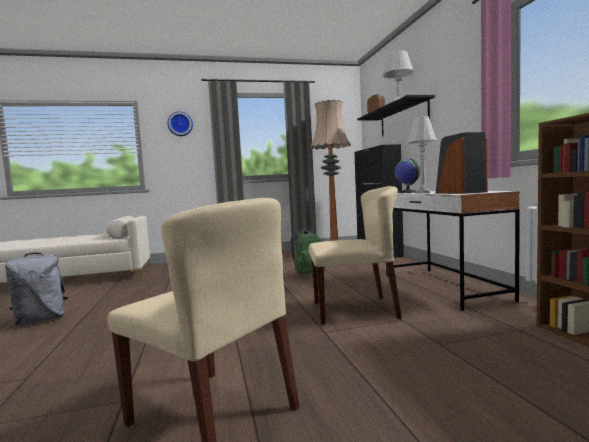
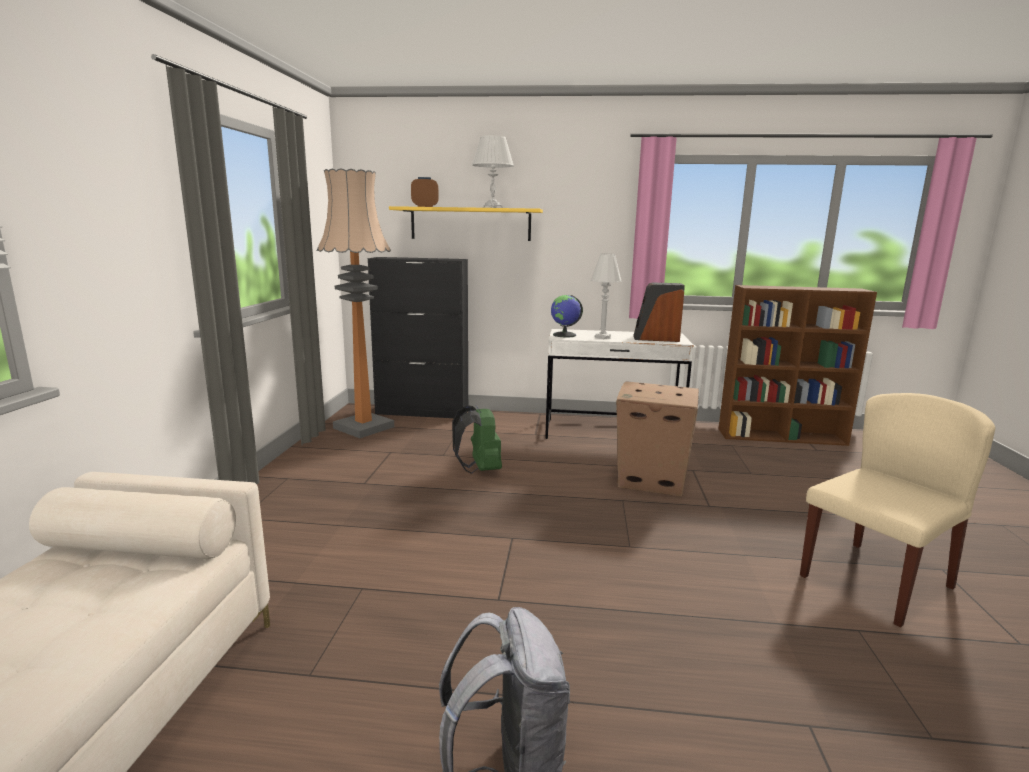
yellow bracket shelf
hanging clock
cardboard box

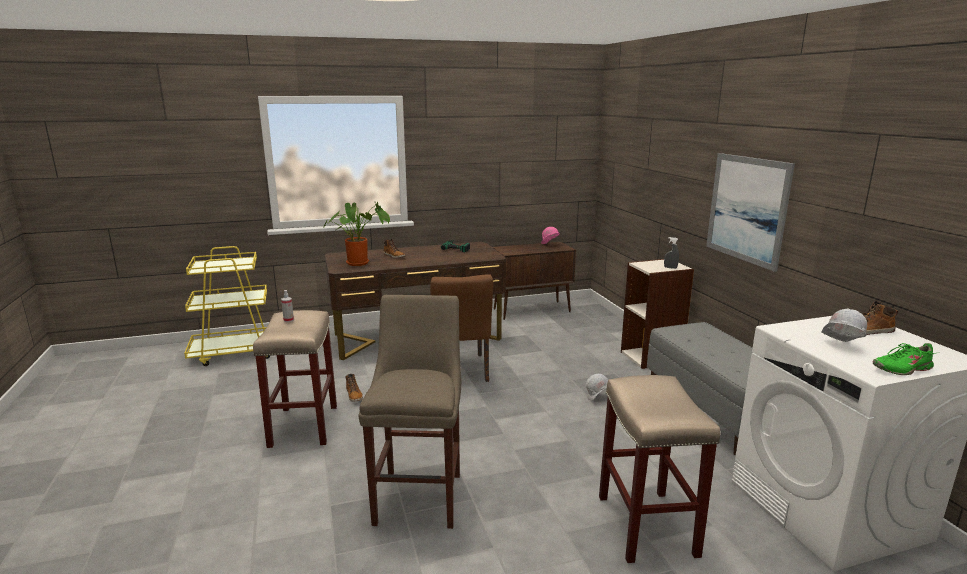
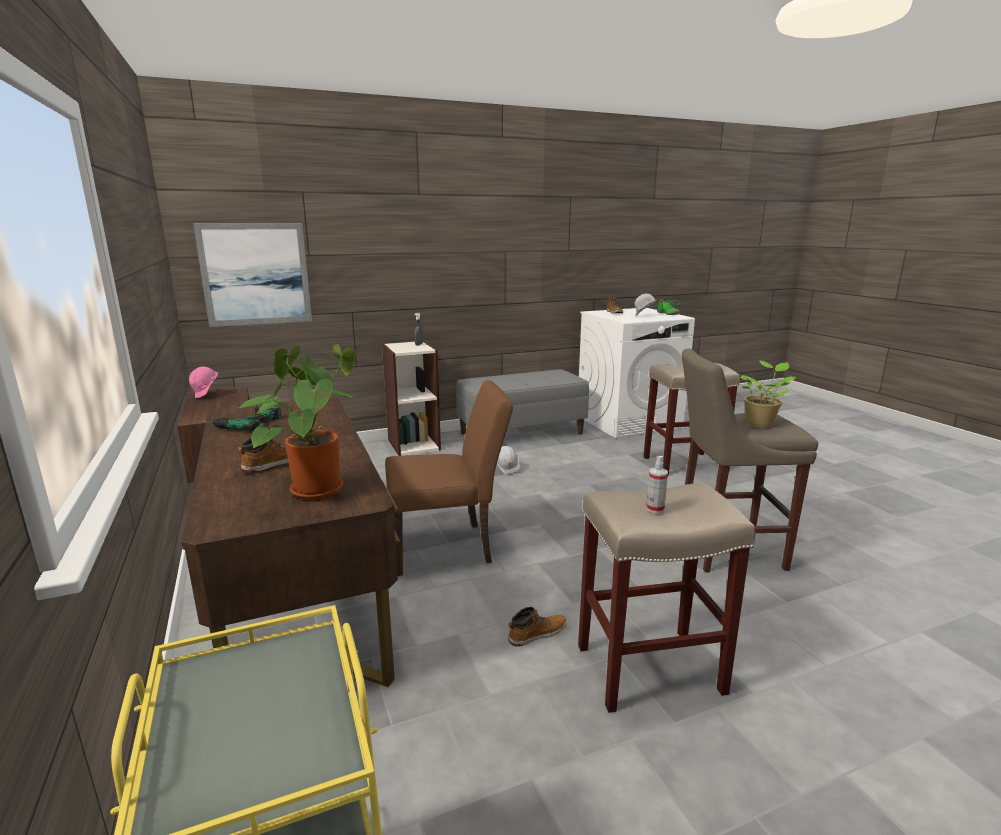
wall picture
houseplant (no. 2 from left)

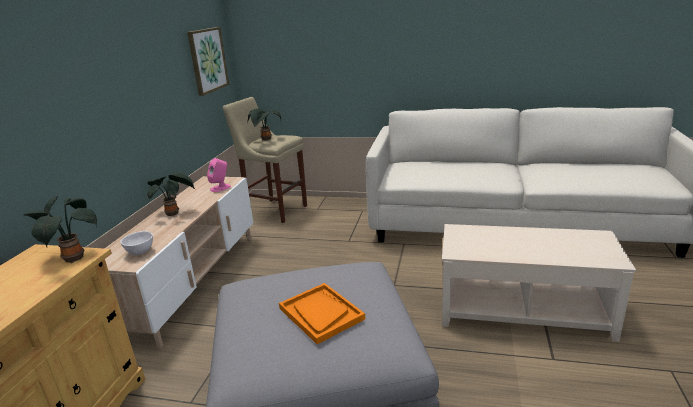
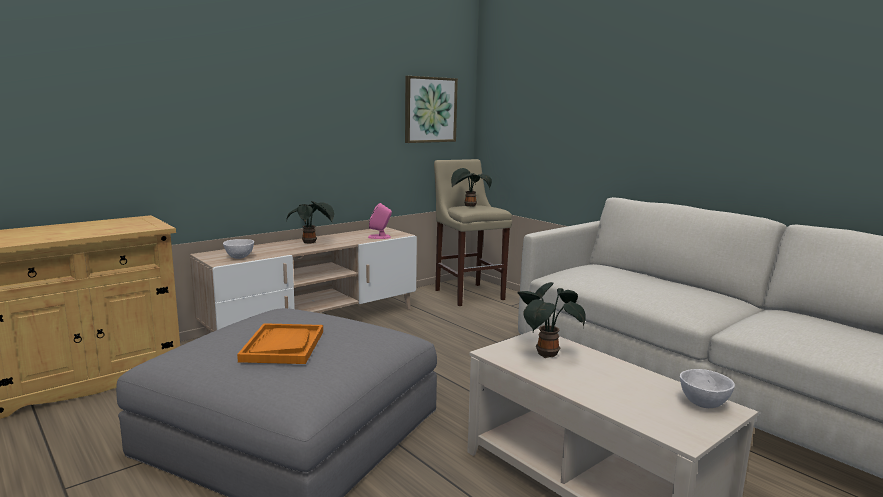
houseplant (no. 3 from left)
white-coloured deep dish (no. 2 from left)

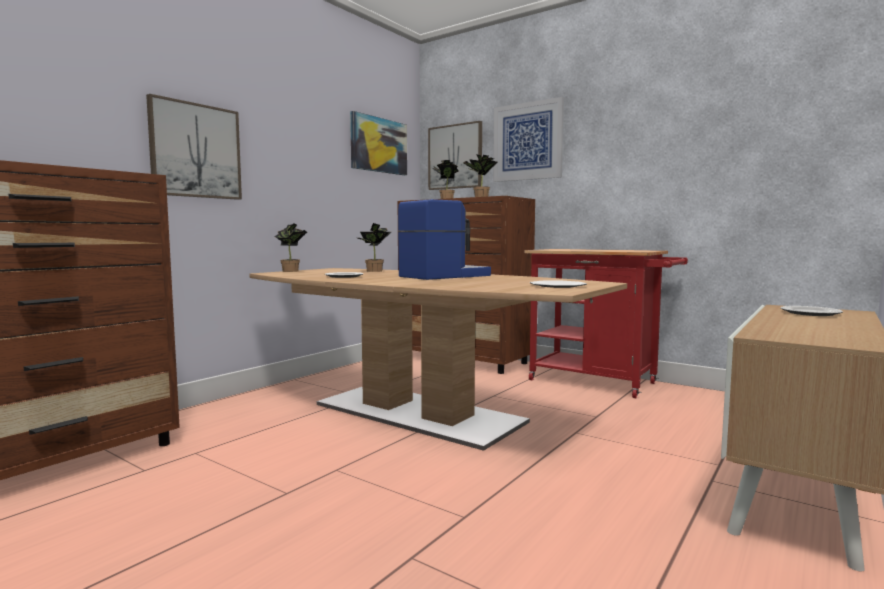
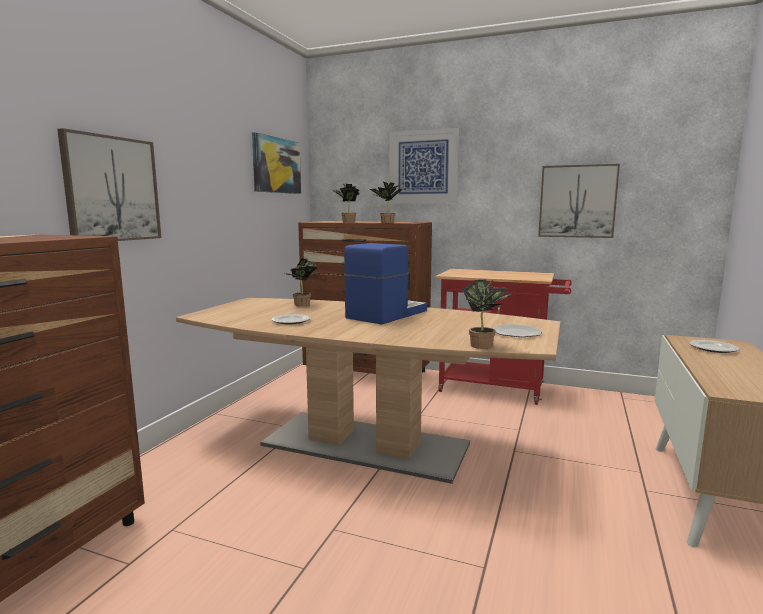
wall picture (no. 4 from left)
houseplant (no. 4 from left)

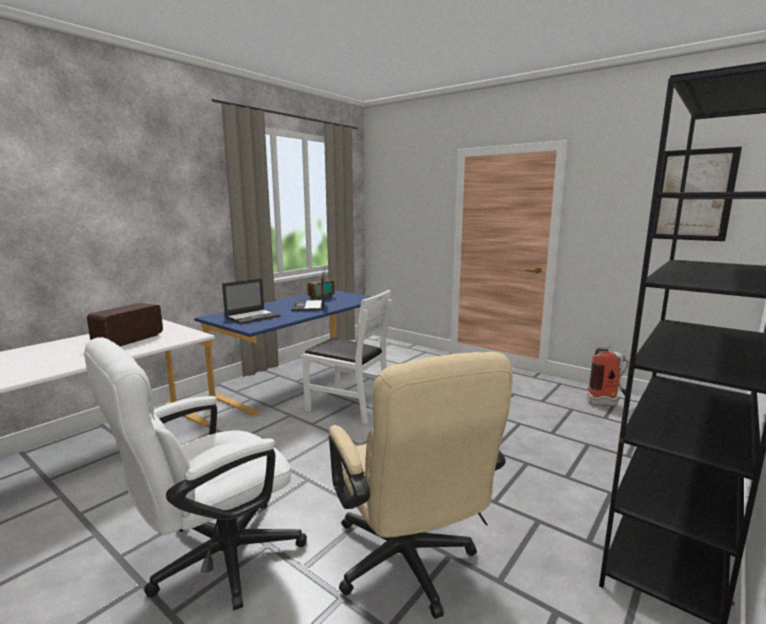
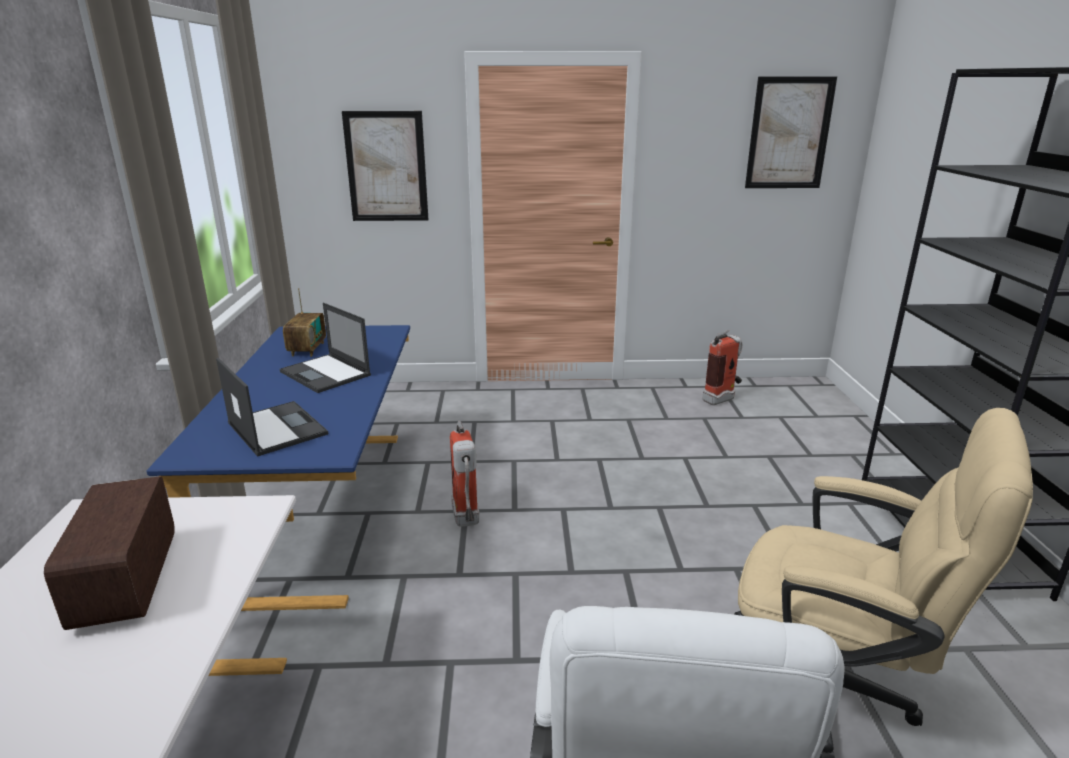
laptop (no. 1 from left)
fire extinguisher (no. 1 from left)
wall picture (no. 1 from left)

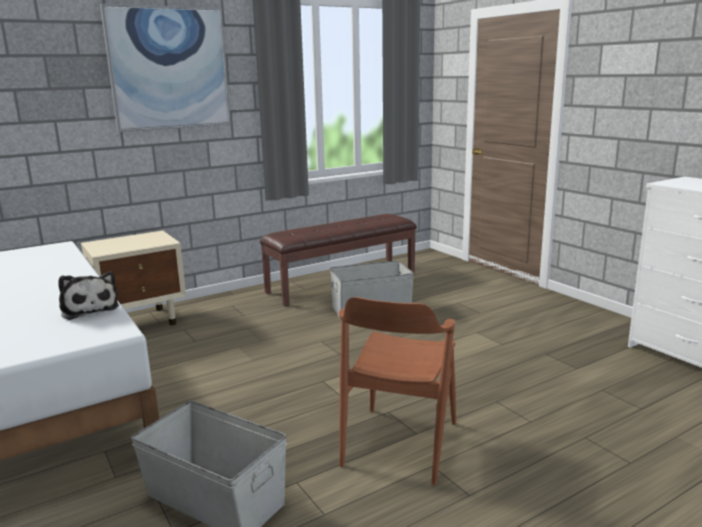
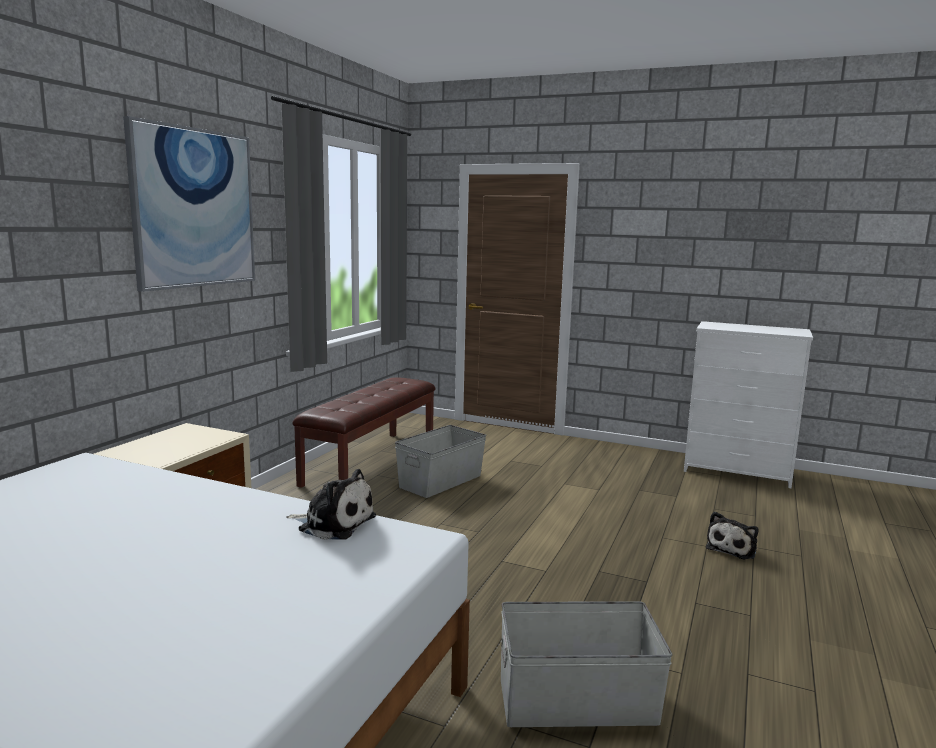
brown upright chair
cuddly toy (no. 2 from left)

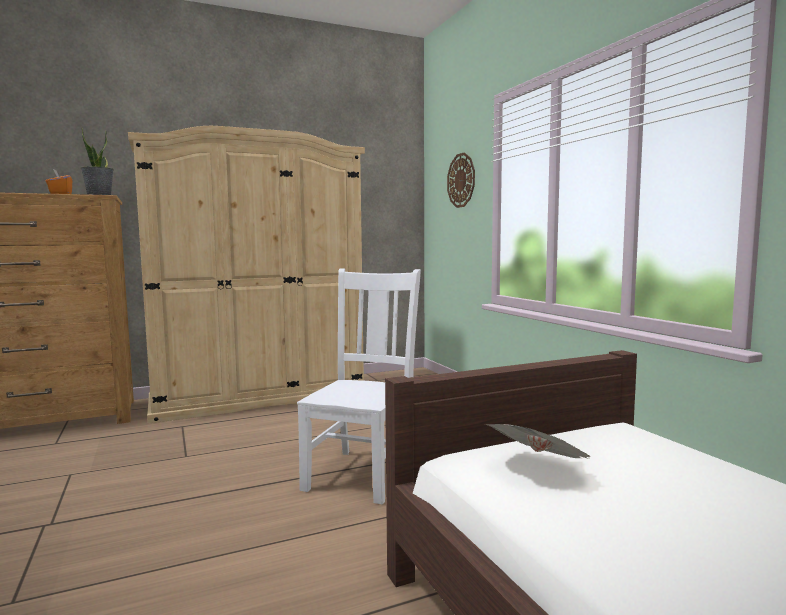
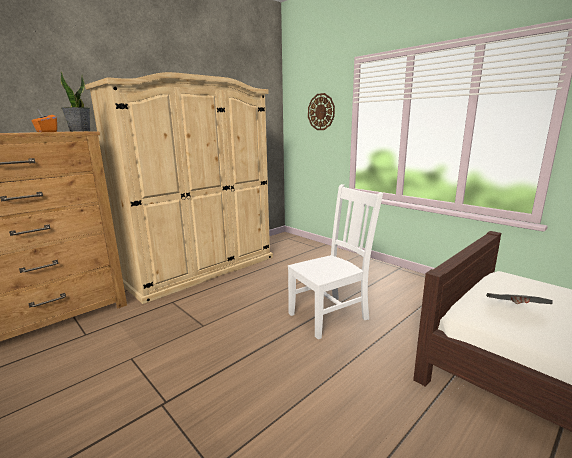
white-coloured upright chair

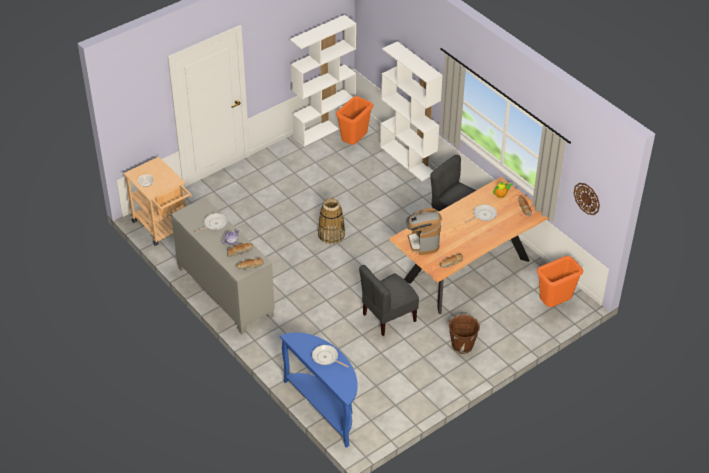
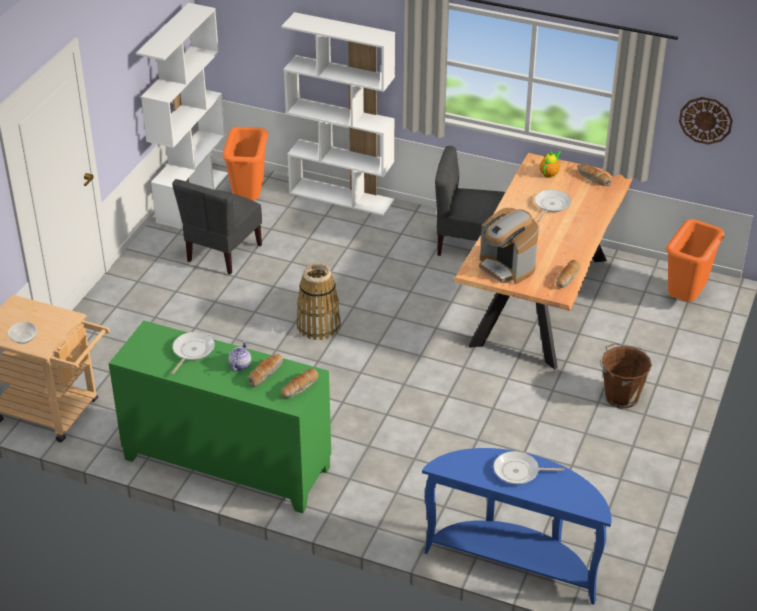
greenish storage cabinet
grey upright chair (no. 1 from left)

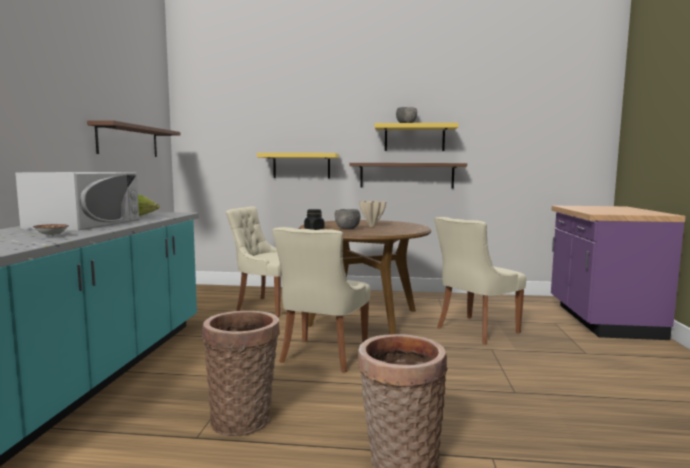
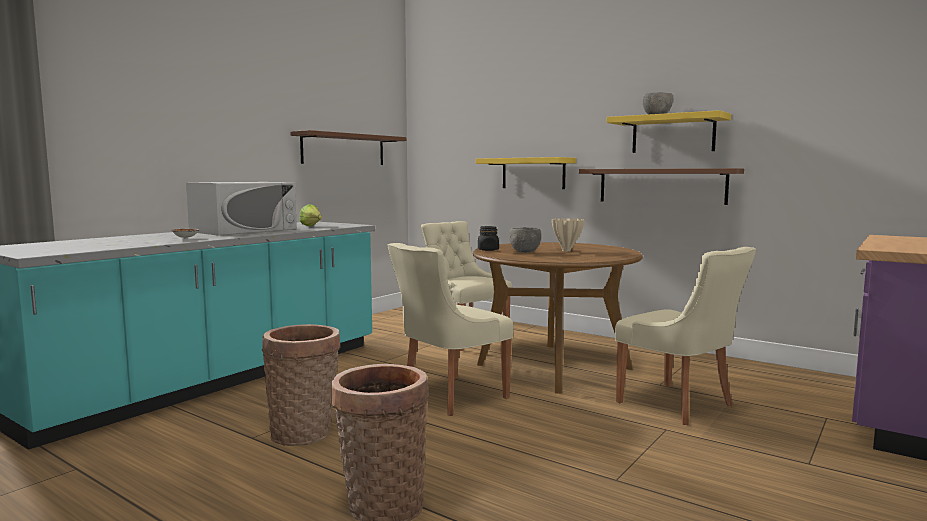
beige upright chair (no. 3 from left)

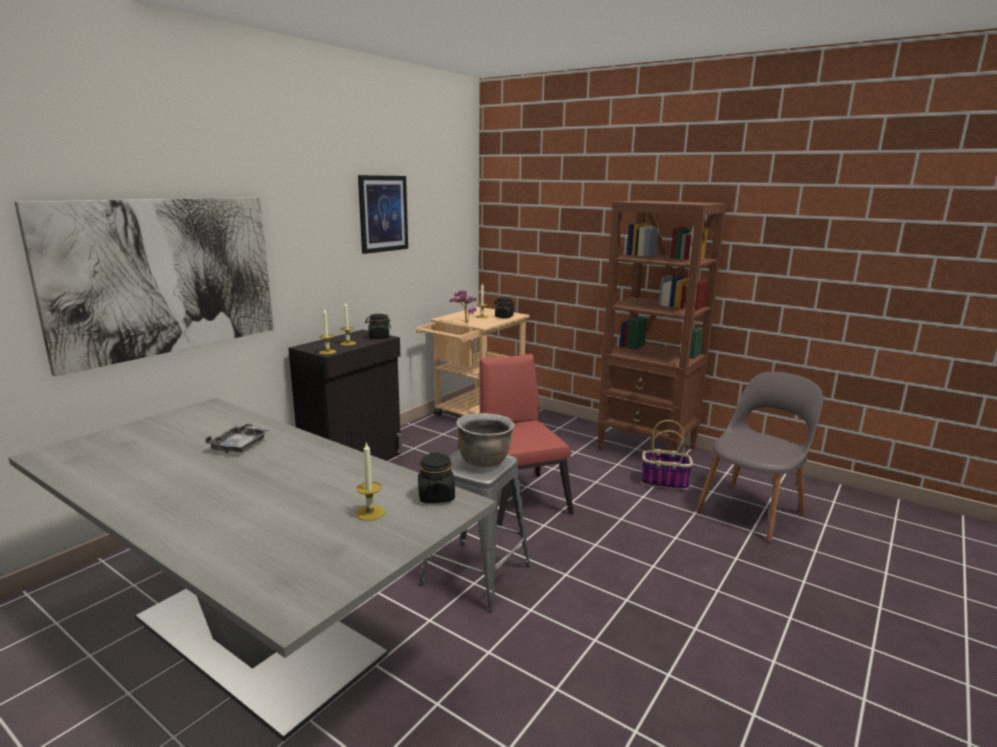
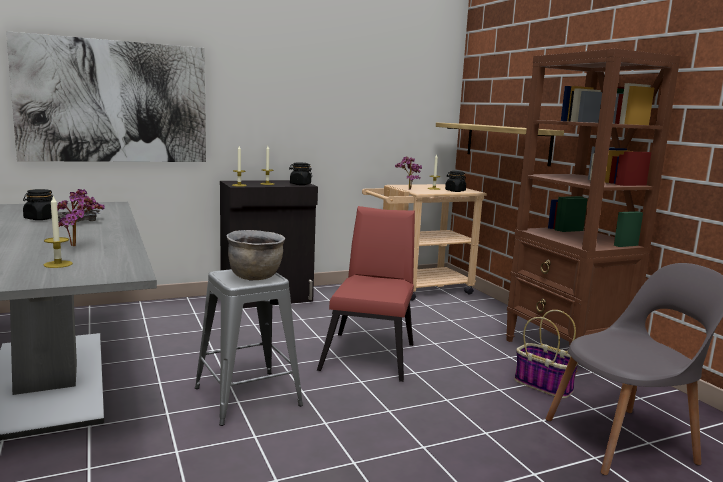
wall picture (no. 2 from left in the first image)
black-coloured storage jar (no. 1 from left)
bracket shelf
houseplant (no. 1 from left)

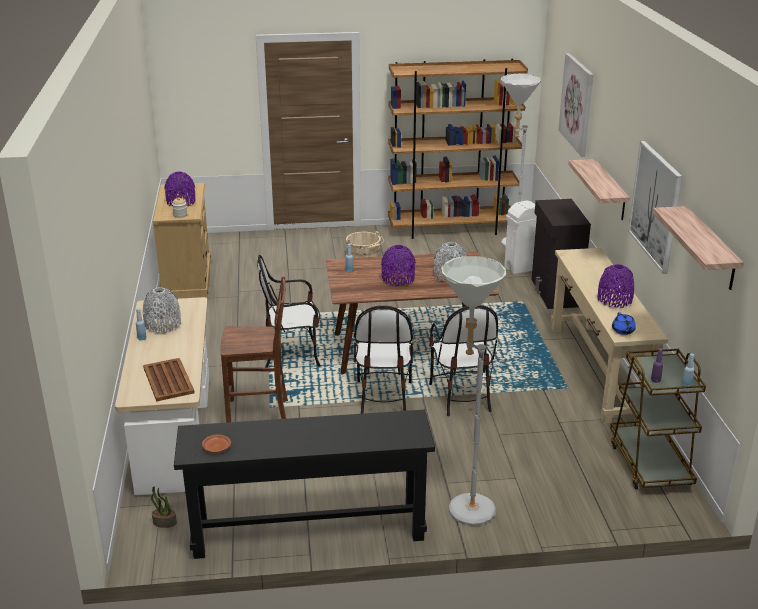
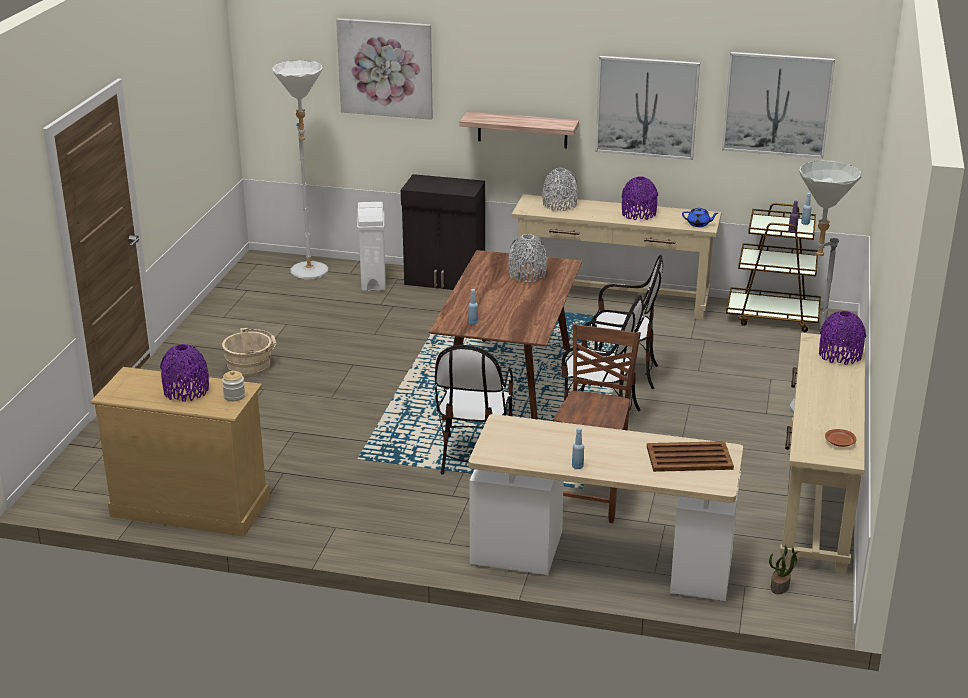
brown shelving unit
wall picture (no. 3 from left)
purple-coloured decorative vase (no. 3 from left)
grey decorative vase (no. 2 from left)
beige narrow table (no. 2 from left)

